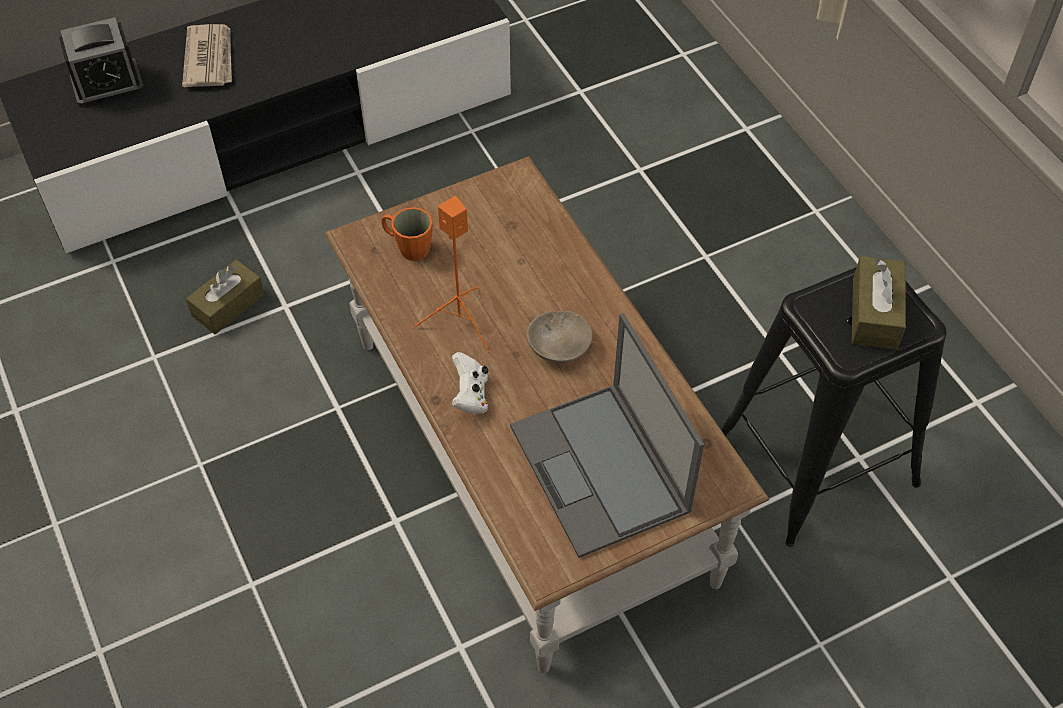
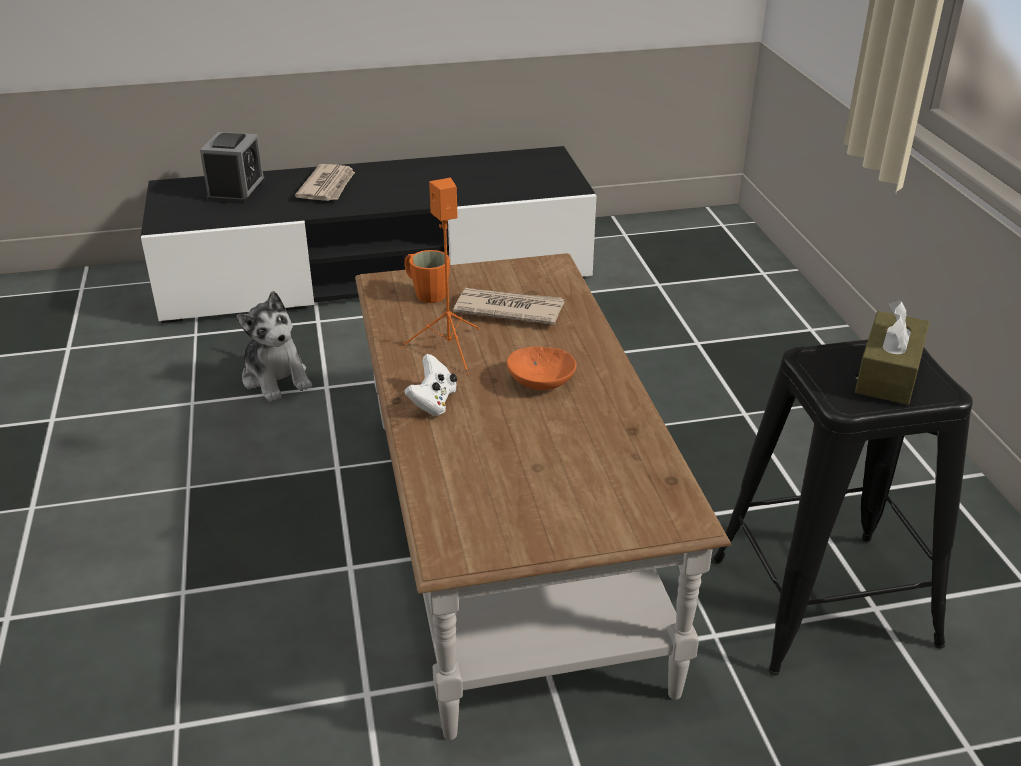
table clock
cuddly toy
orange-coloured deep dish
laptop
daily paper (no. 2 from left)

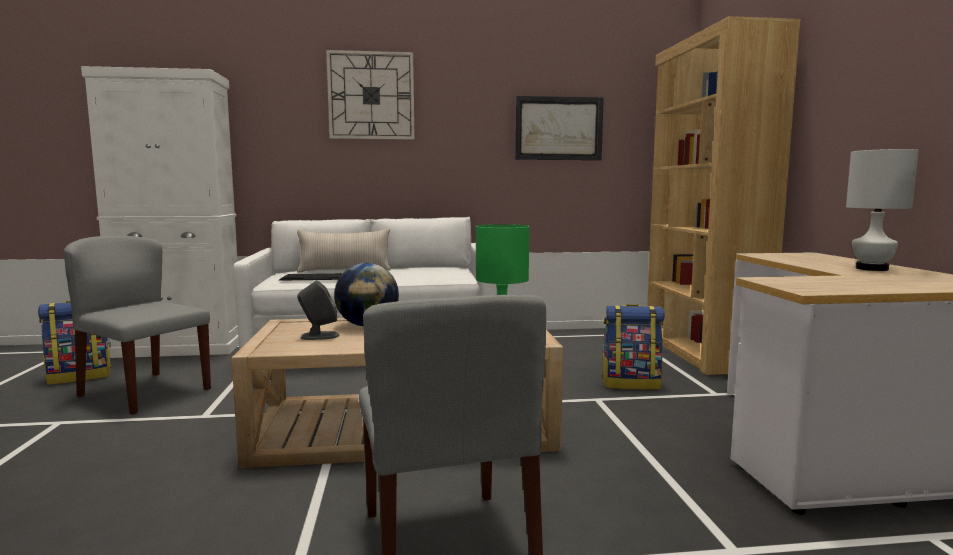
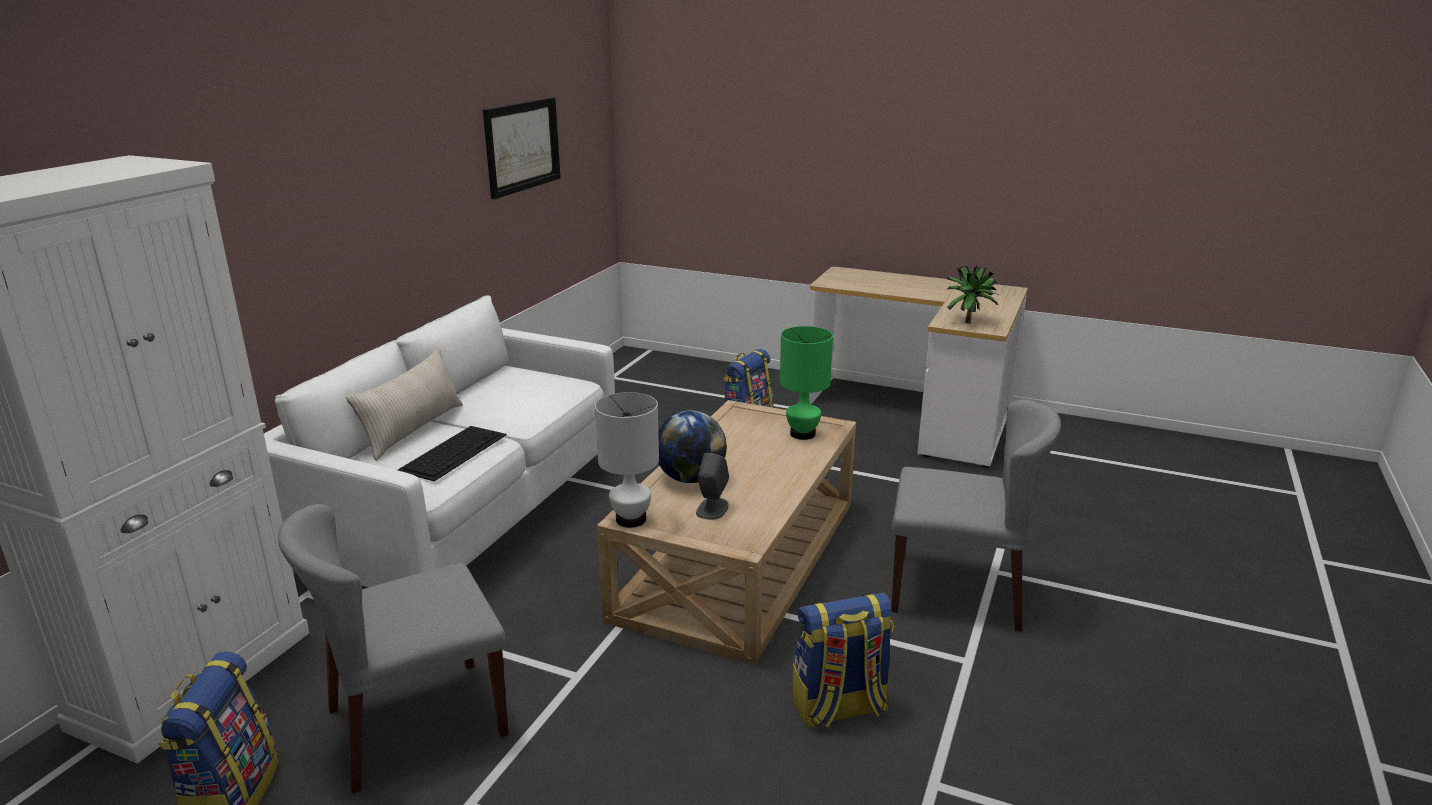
brown shelving unit
hanging clock
white-coloured tabletop lamp
houseplant
rucksack (no. 3 from left)

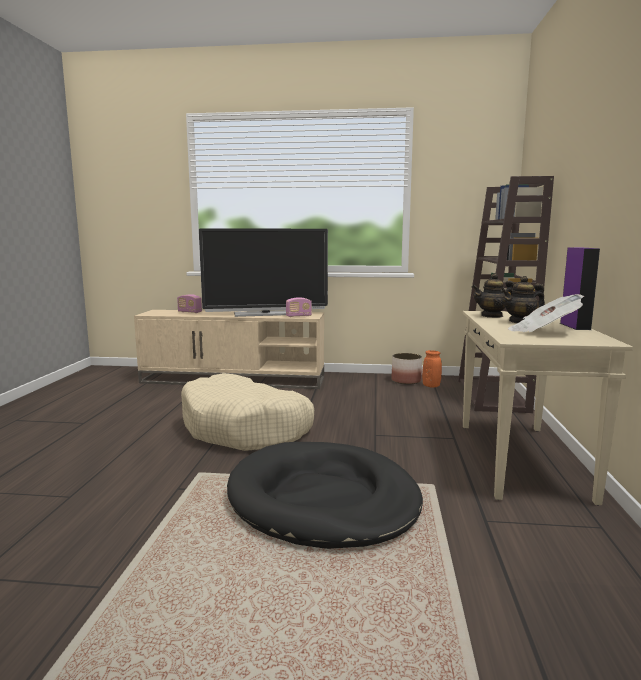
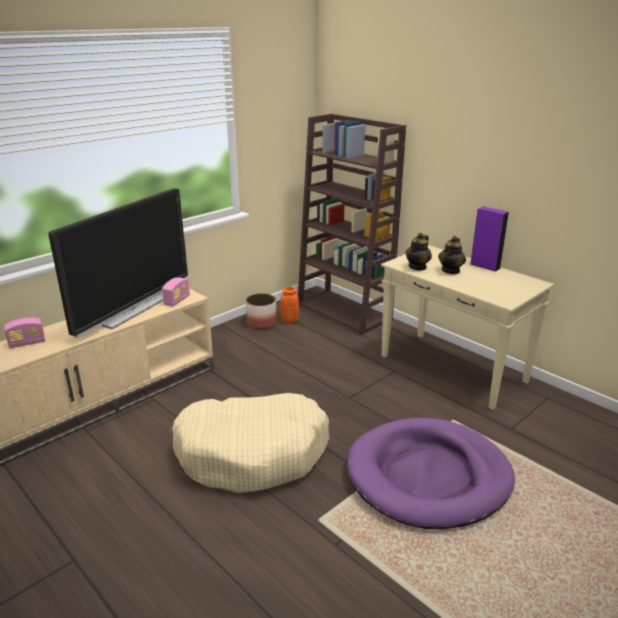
daily paper
purple-coloured dog cushion

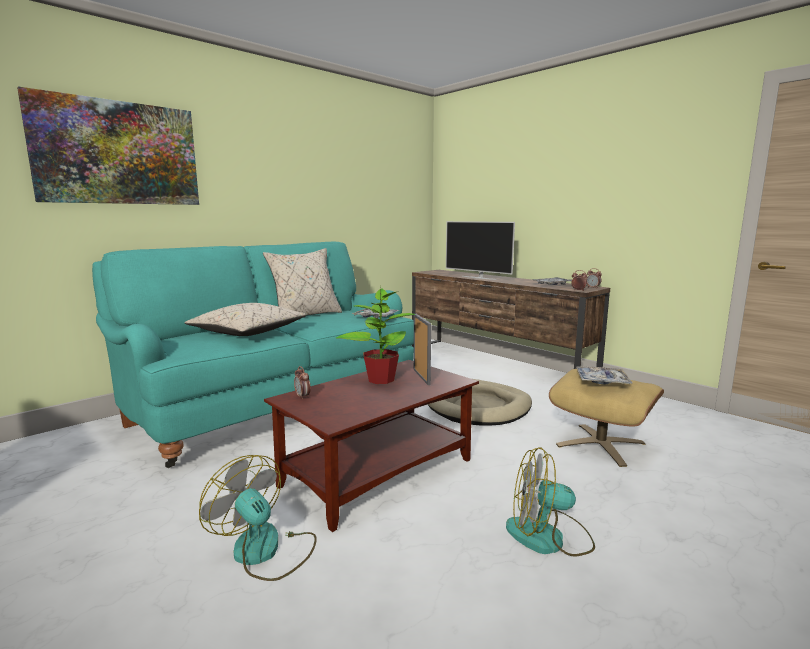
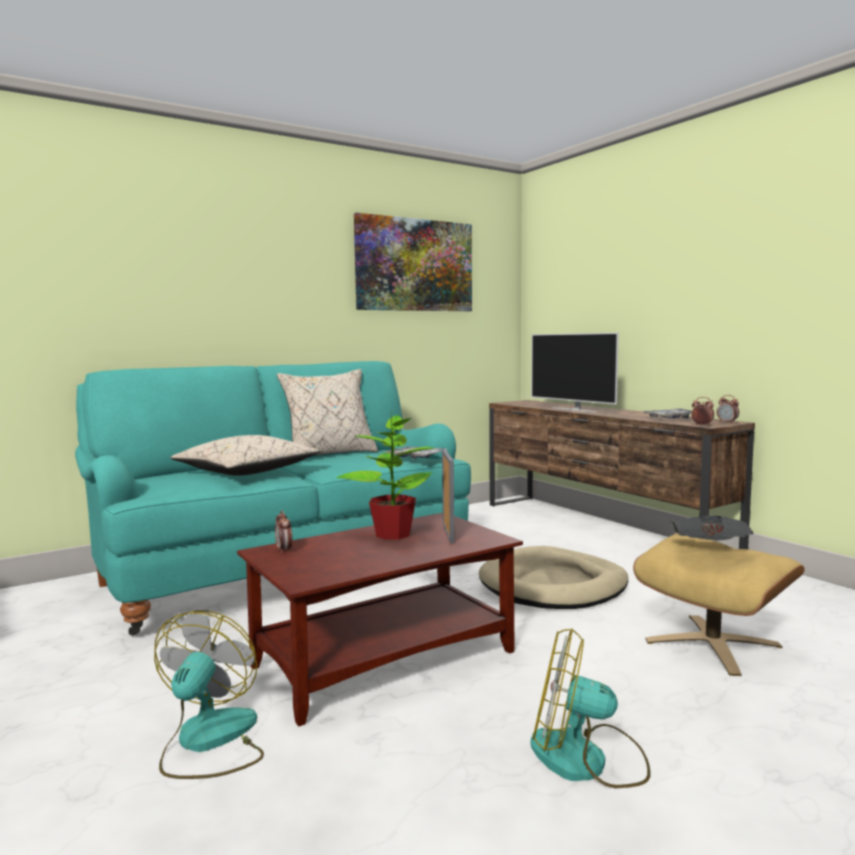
wall picture
daily paper
cooling fan (no. 1 from left)

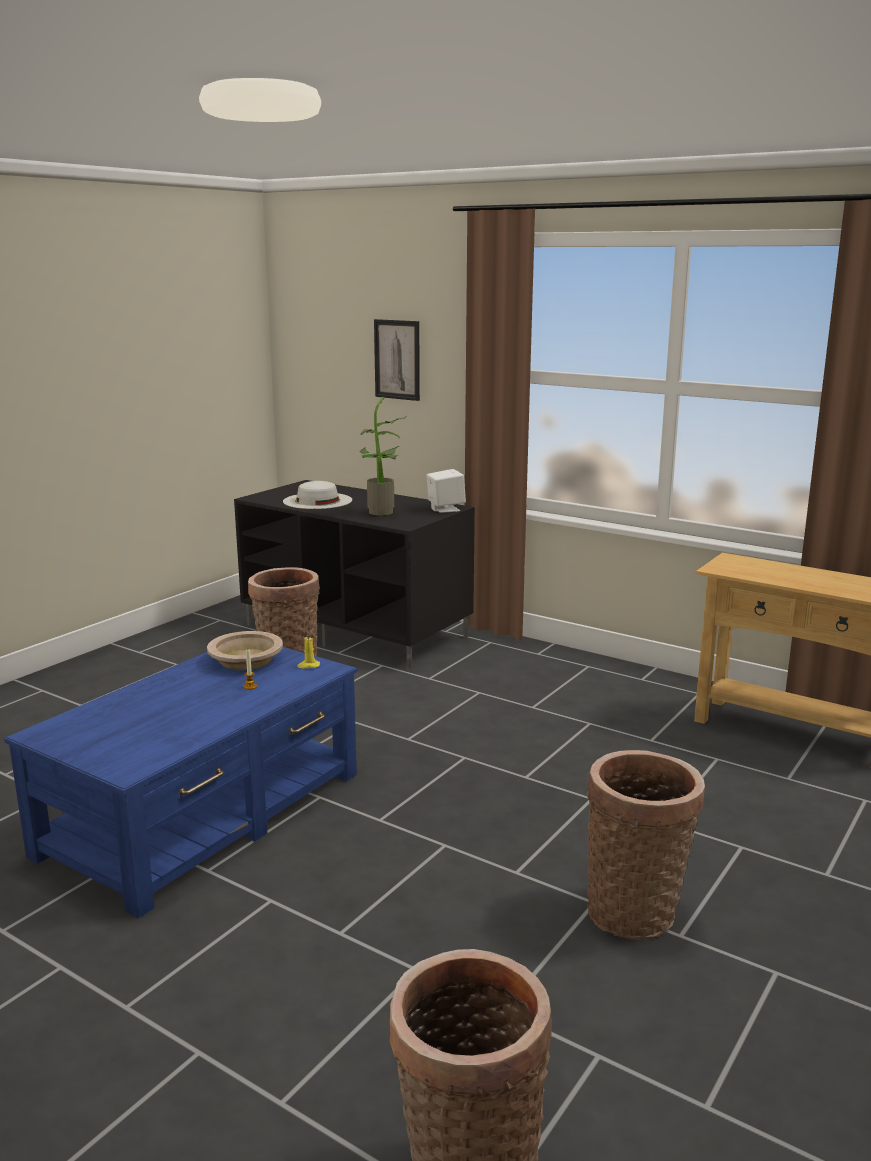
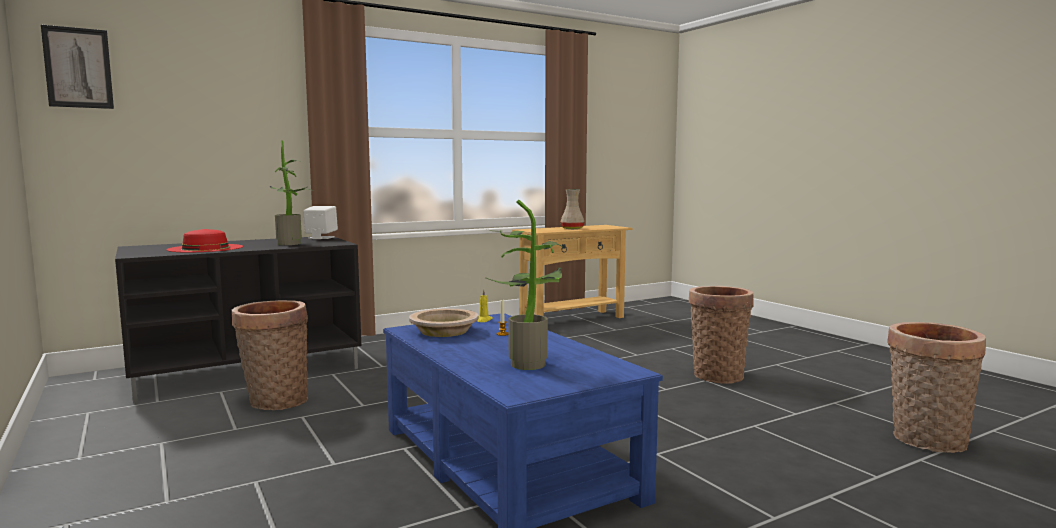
wall picture
red-coloured clothing hat
beige decorative vase
houseplant (no. 2 from left)

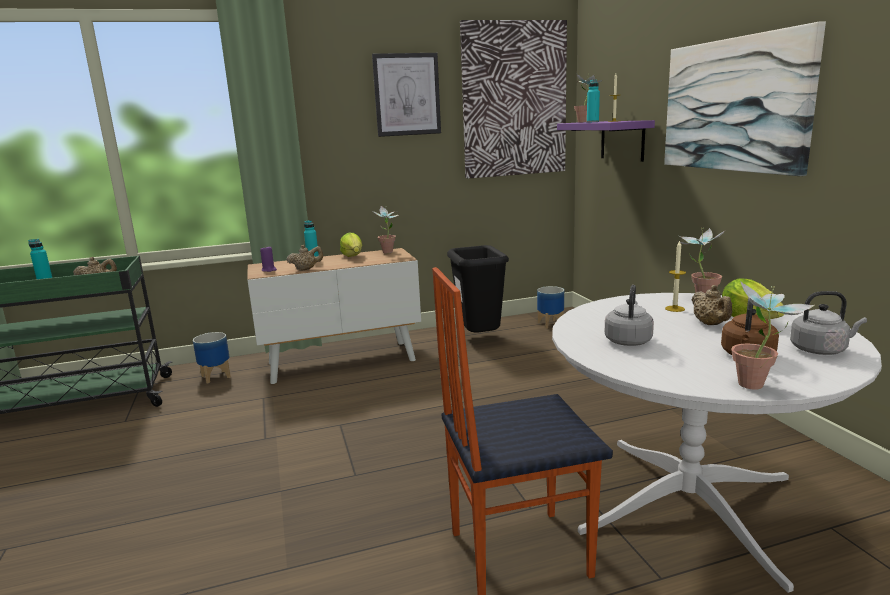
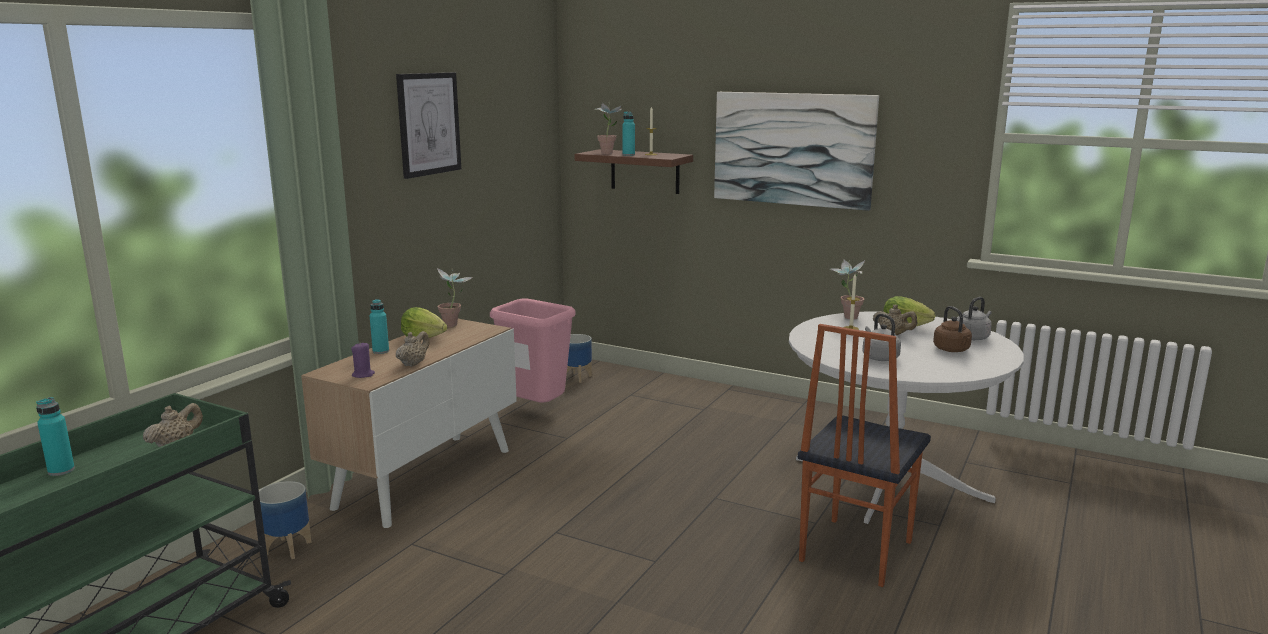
wall picture (no. 2 from left in the first image)
brown bracket shelf
pink rubbish bin
houseplant (no. 4 from left in the first image)

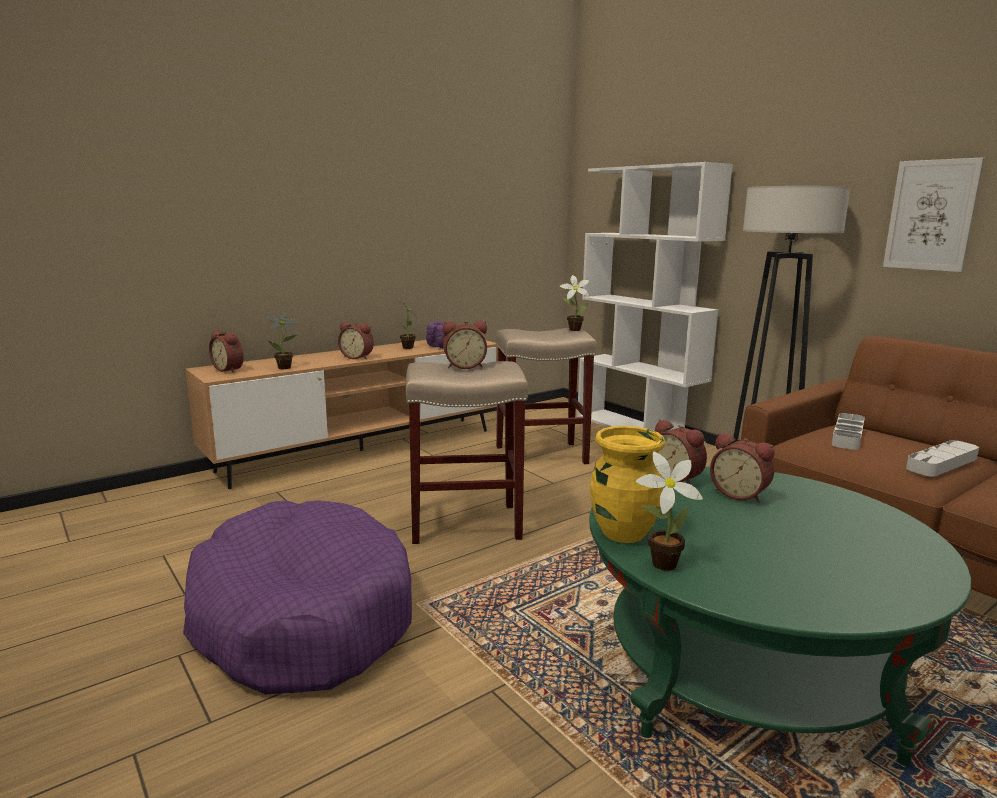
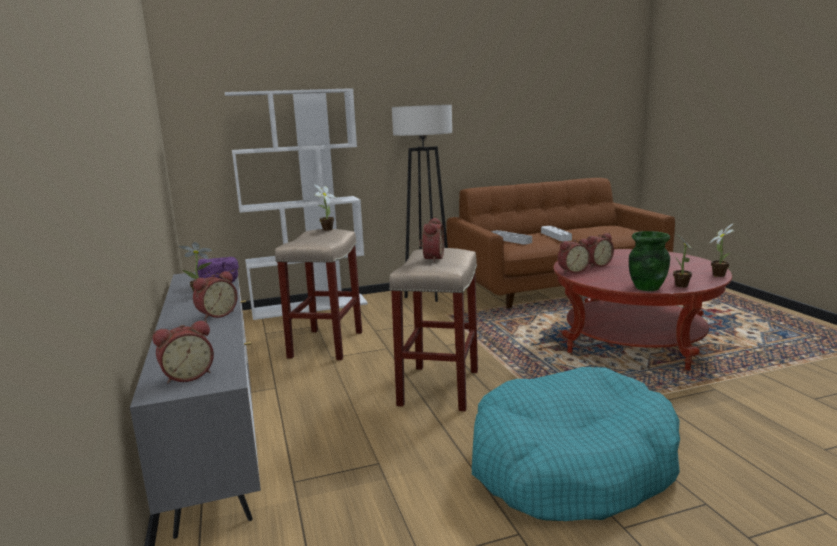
wall picture
houseplant (no. 4 from left)
grey media console
greenish decorative vase
red-coloured coffee table
turquoise-coloured dog cushion

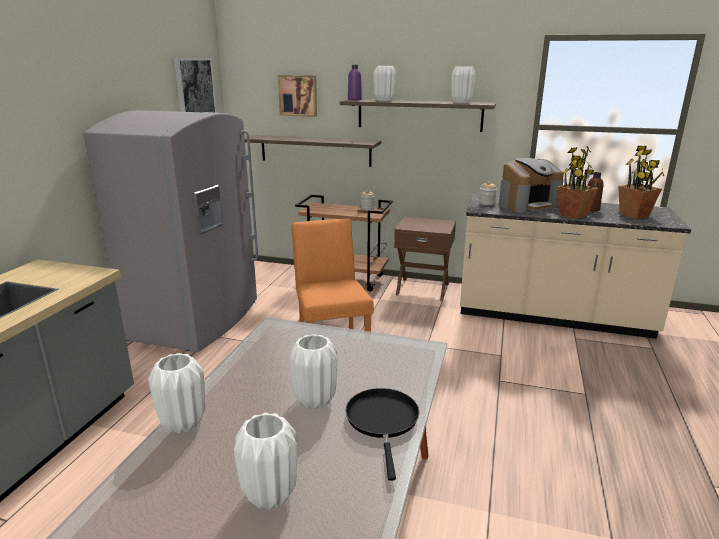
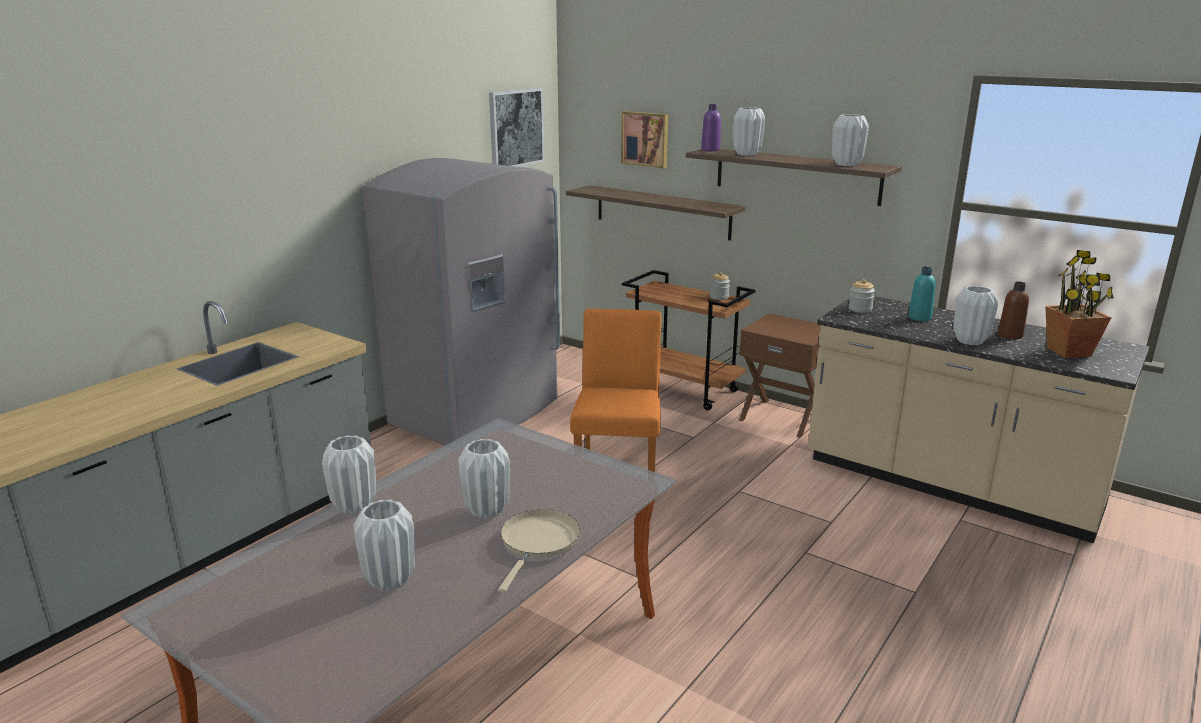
white-coloured decorative vase (no. 6 from left)
turquoise-coloured bottle
beige skillet

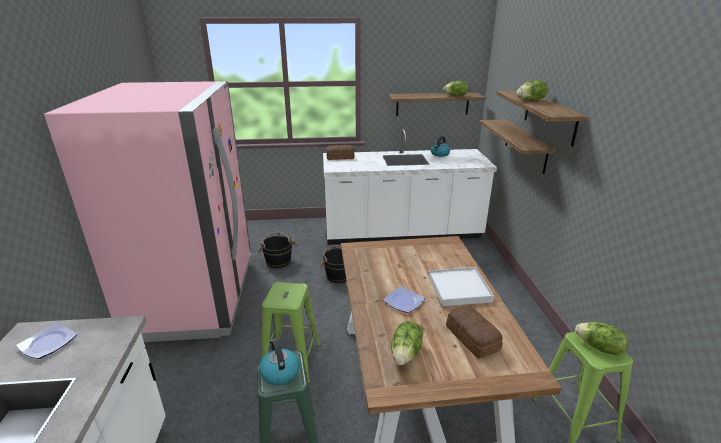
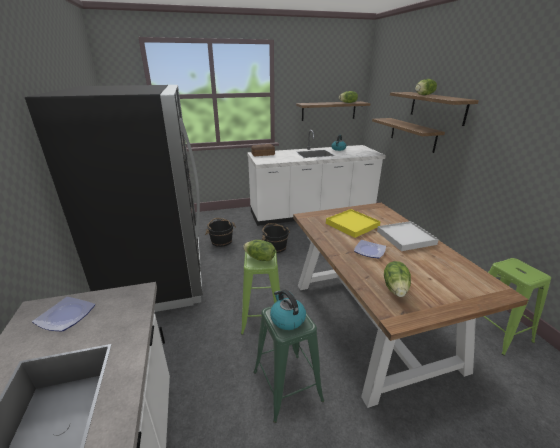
black-coloured kitchen fridge
baked bread (no. 2 from left in the first image)
head of lettuce (no. 1 from left)
yellow serving tray

